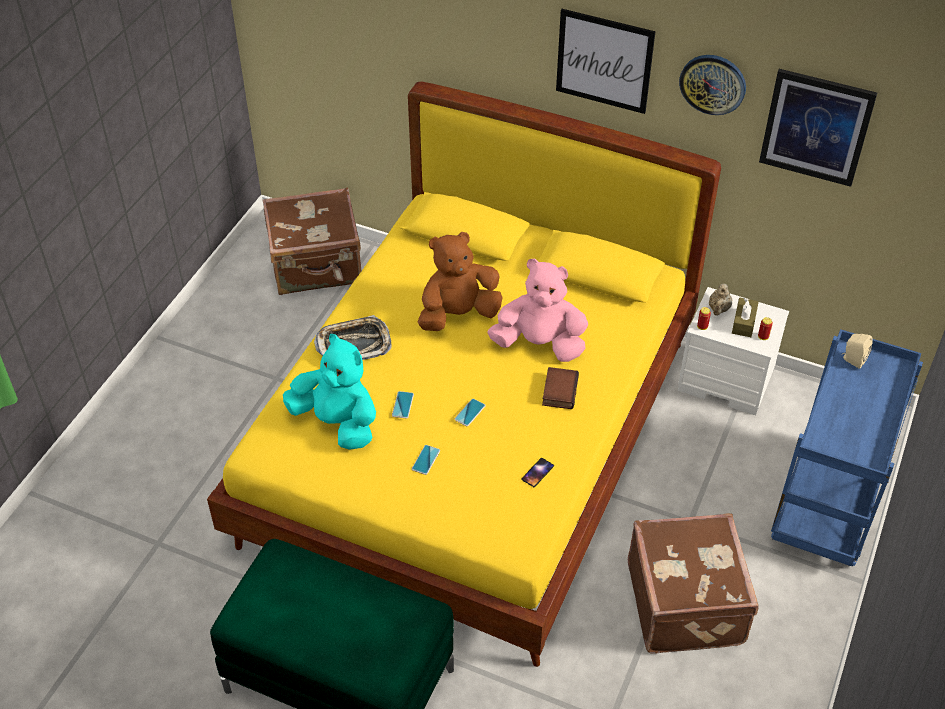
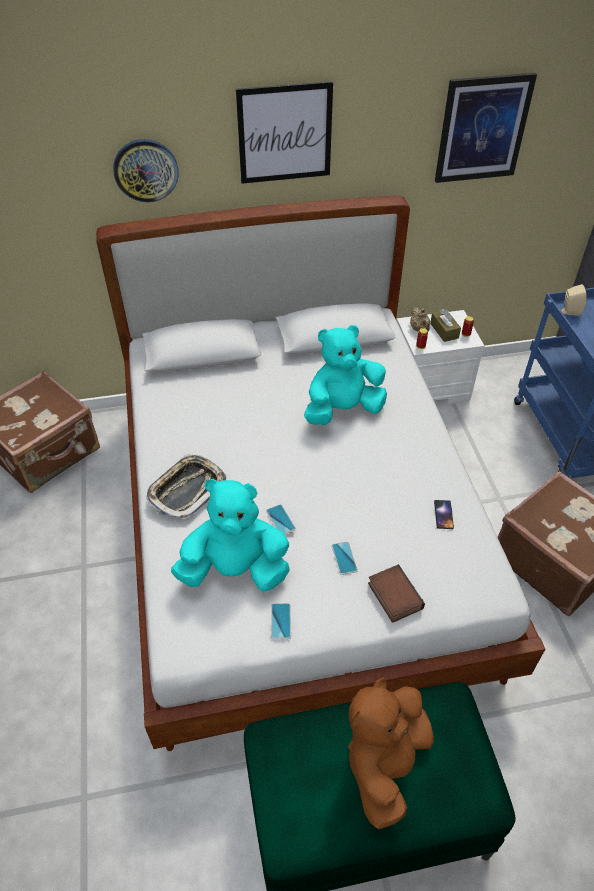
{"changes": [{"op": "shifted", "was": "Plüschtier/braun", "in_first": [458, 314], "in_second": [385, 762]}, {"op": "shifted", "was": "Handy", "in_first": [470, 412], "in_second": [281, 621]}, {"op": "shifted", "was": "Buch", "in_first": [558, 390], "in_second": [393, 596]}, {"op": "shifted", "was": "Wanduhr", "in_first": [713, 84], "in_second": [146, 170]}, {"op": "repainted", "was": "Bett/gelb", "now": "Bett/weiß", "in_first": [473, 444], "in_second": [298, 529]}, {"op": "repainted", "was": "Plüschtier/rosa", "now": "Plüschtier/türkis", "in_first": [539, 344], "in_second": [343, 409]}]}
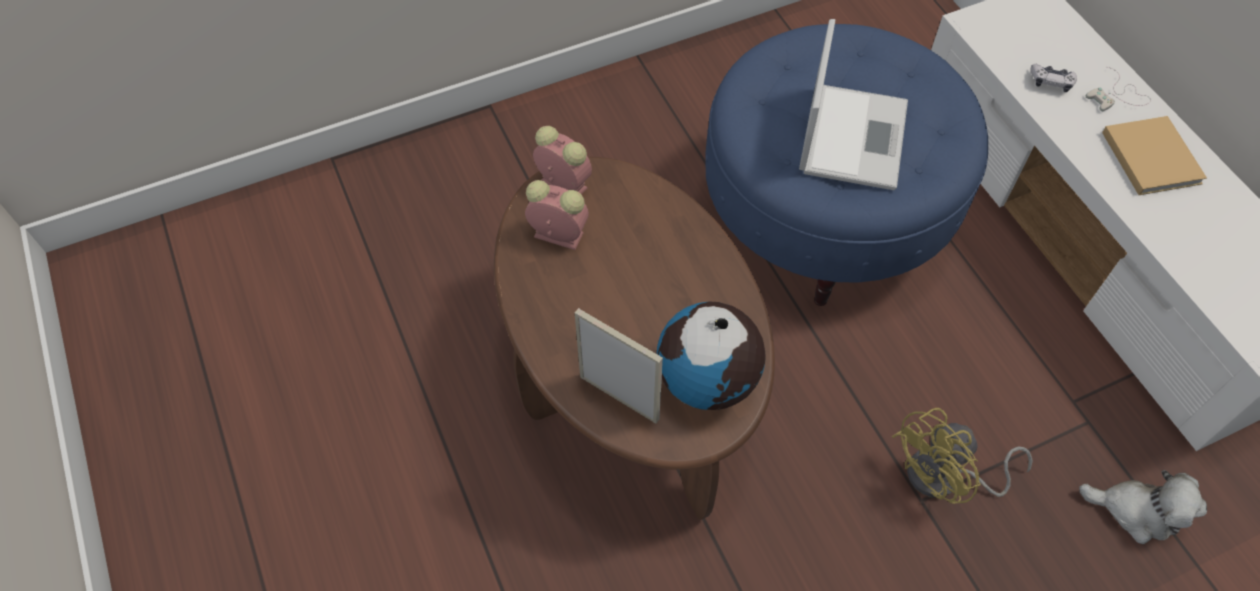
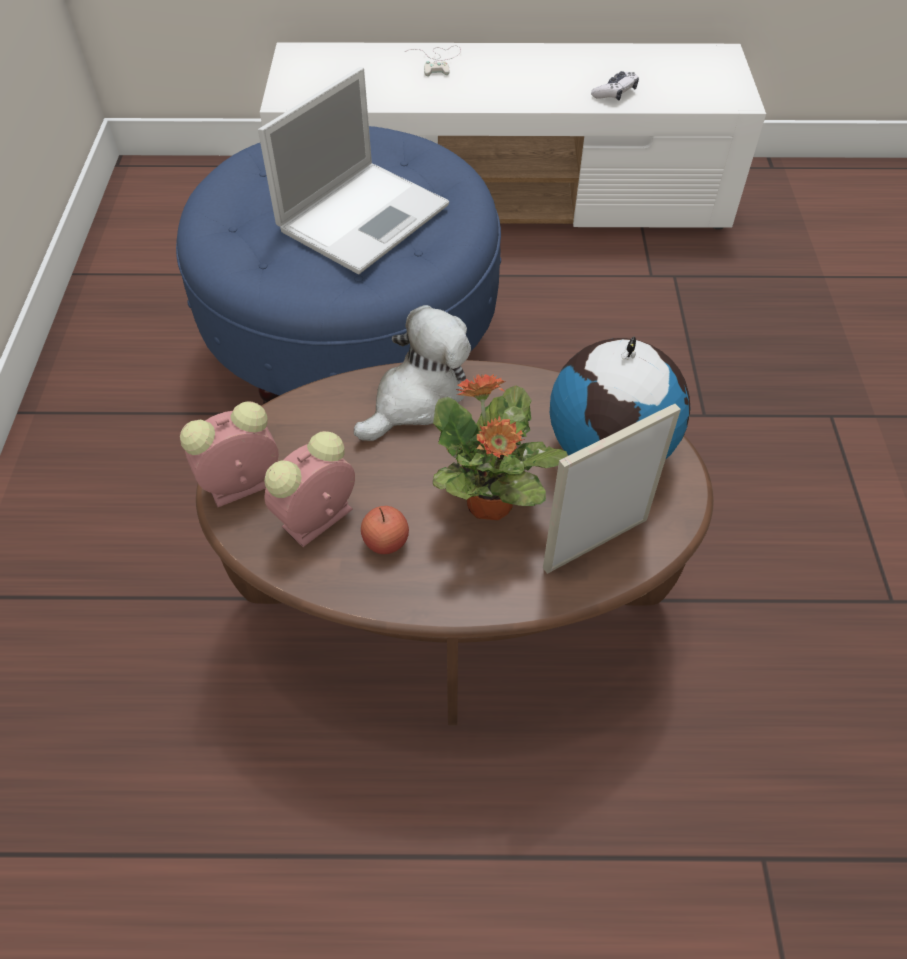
{"changes": [{"op": "gone", "was": "Ventilator/gelb", "in_first": [945, 478]}, {"op": "gone", "was": "Buch/beige", "in_first": [1149, 155]}, {"op": "new", "now": "Apfel", "in_second": [386, 541]}, {"op": "new", "now": "Topfpflanze", "in_second": [489, 505]}, {"op": "shifted", "was": "Gamepad", "in_first": [1051, 82], "in_second": [615, 93]}, {"op": "shifted", "was": "Plüschtier", "in_first": [1136, 511], "in_second": [418, 400]}, {"op": "rotated", "was": "Laptop", "in_first": [853, 135], "in_second": [365, 215], "clockwise": 90}]}
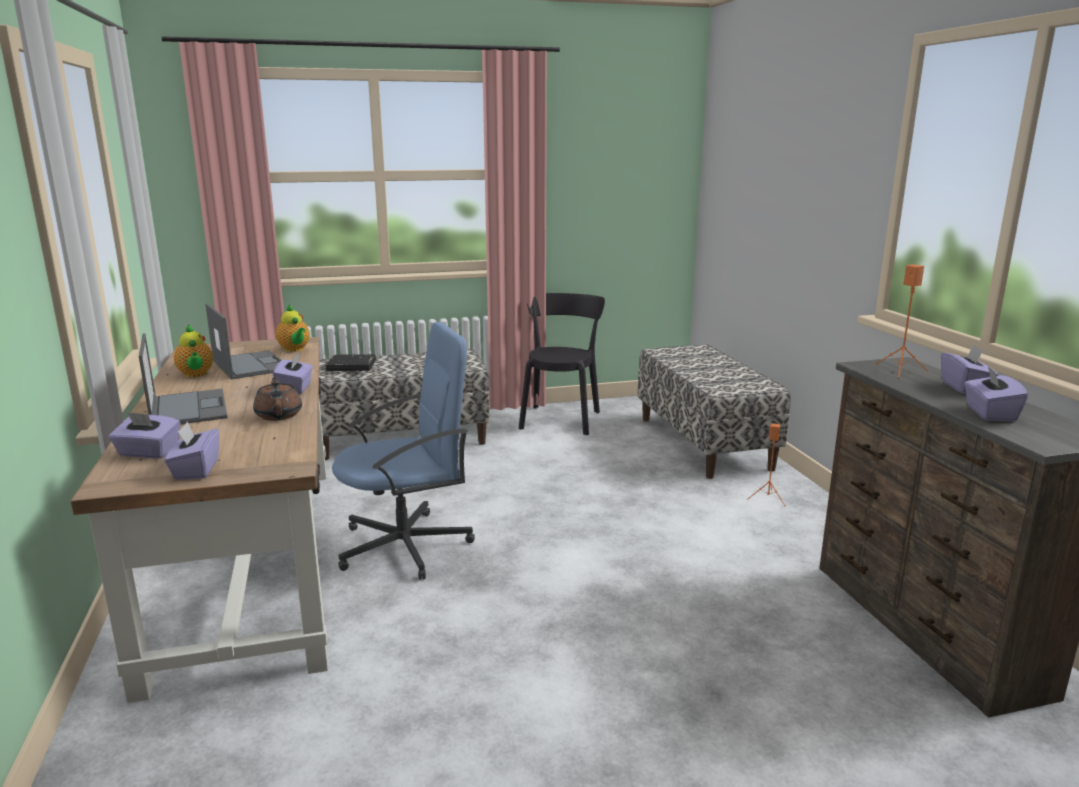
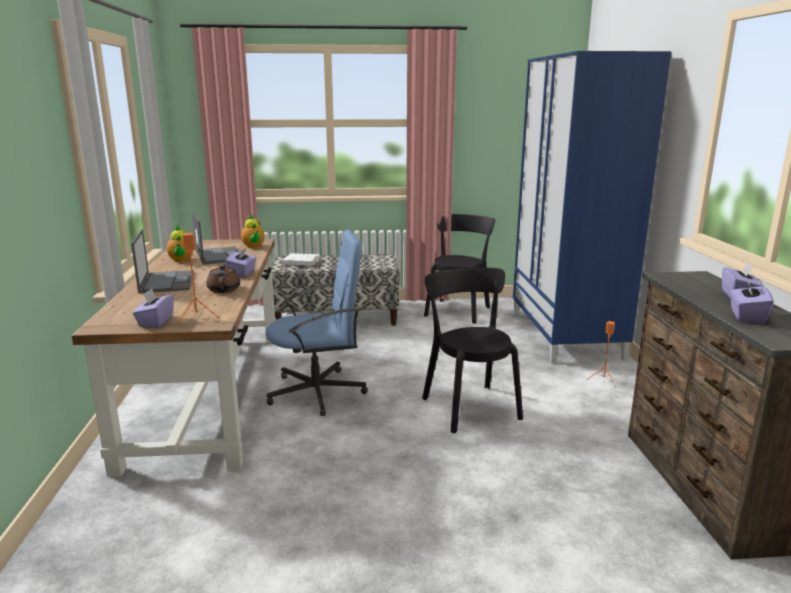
{"changes": [{"op": "gone", "was": "Taschentuchbox/lila", "in_first": [148, 453]}, {"op": "new", "now": "Stuhl/schwarz", "in_second": [469, 406]}, {"op": "shifted", "was": "Lautsprecher/orange", "in_first": [900, 371], "in_second": [197, 317]}, {"op": "swapped", "was": "Bank", "now": "Kleiderschrank/blau", "in_first": [704, 443], "in_second": [565, 335]}, {"op": "repainted", "was": "Buch/schwarz", "now": "Buch/weiß", "in_first": [351, 366], "in_second": [301, 262]}]}
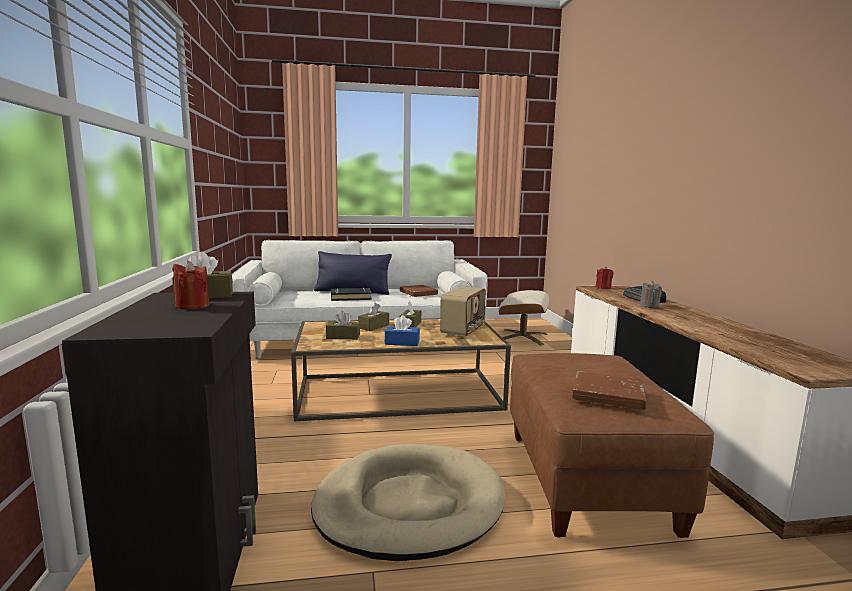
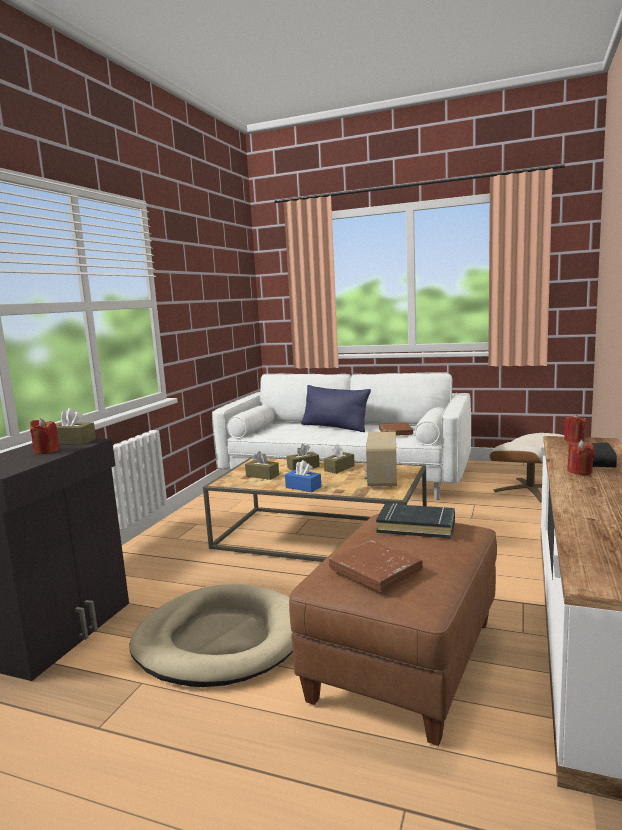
{"changes": [{"op": "shifted", "was": "Buch/schwarz", "in_first": [351, 297], "in_second": [416, 526]}, {"op": "repainted", "was": "Kerze/grau", "now": "Kerze/rot", "in_first": [649, 306], "in_second": [580, 471]}, {"op": "rotated", "was": "Radio", "in_first": [463, 331], "in_second": [382, 480], "clockwise": 135}]}
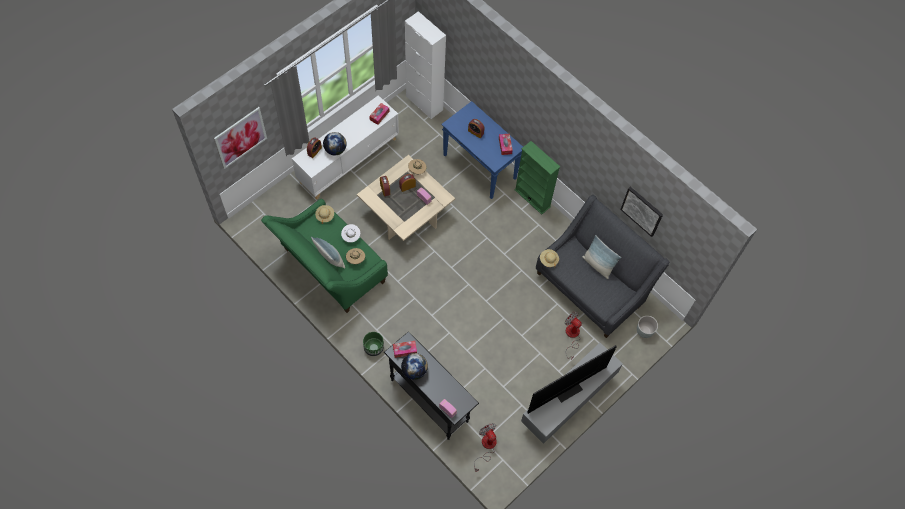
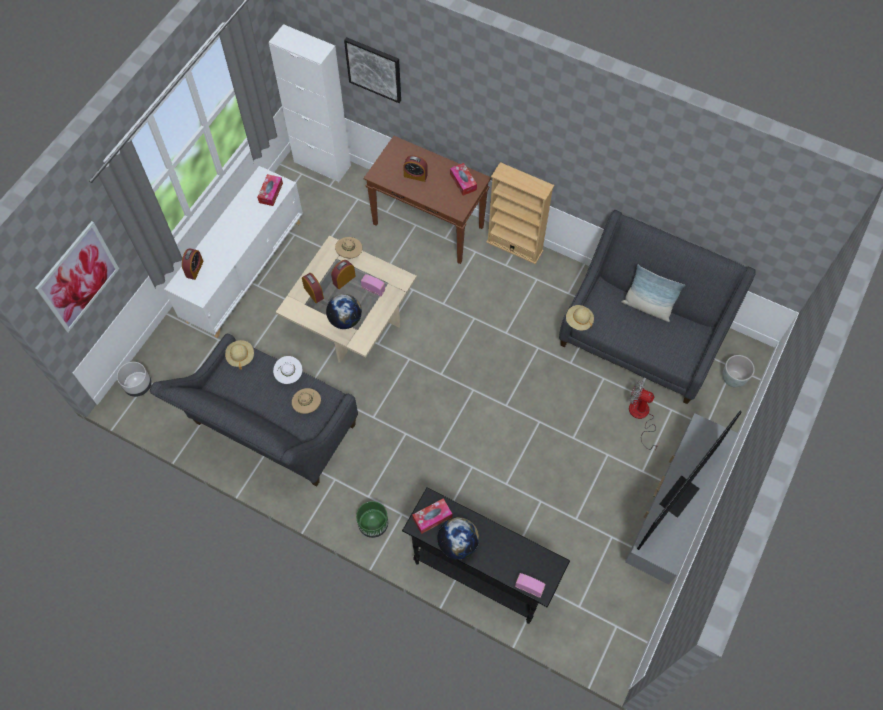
{"changes": [{"op": "gone", "was": "Kissen", "in_first": [330, 259]}, {"op": "gone", "was": "Ventilator", "in_first": [486, 447]}, {"op": "new", "now": "Pflanzkübel/grau", "in_second": [138, 385]}, {"op": "shifted", "was": "Globus", "in_first": [335, 150], "in_second": [345, 320]}, {"op": "shifted", "was": "Bild", "in_first": [642, 211], "in_second": [374, 69]}, {"op": "repainted", "was": "Sofa/grün", "now": "Sofa/grau", "in_first": [330, 269], "in_second": [270, 431]}, {"op": "repainted", "was": "Konsolentisch/blau", "now": "Konsolentisch/braun", "in_first": [480, 167], "in_second": [429, 226]}, {"op": "repainted", "was": "Bücherregal/grün", "now": "Bücherregal/beige", "in_first": [532, 198], "in_second": [514, 246]}]}
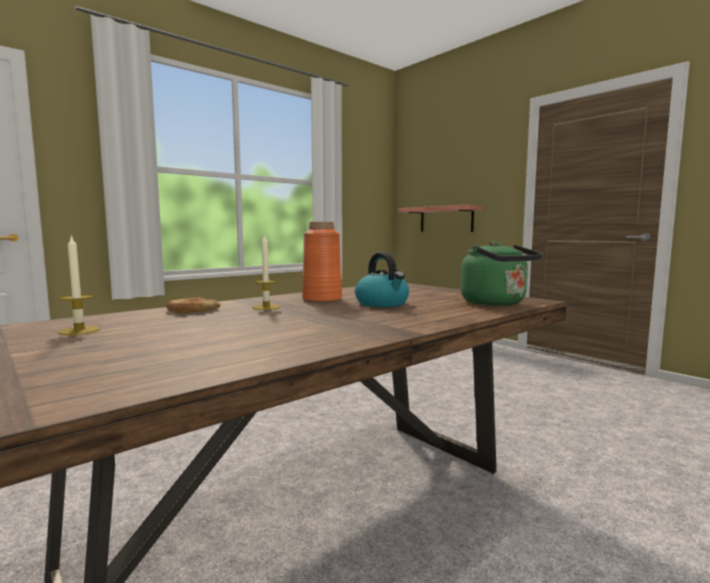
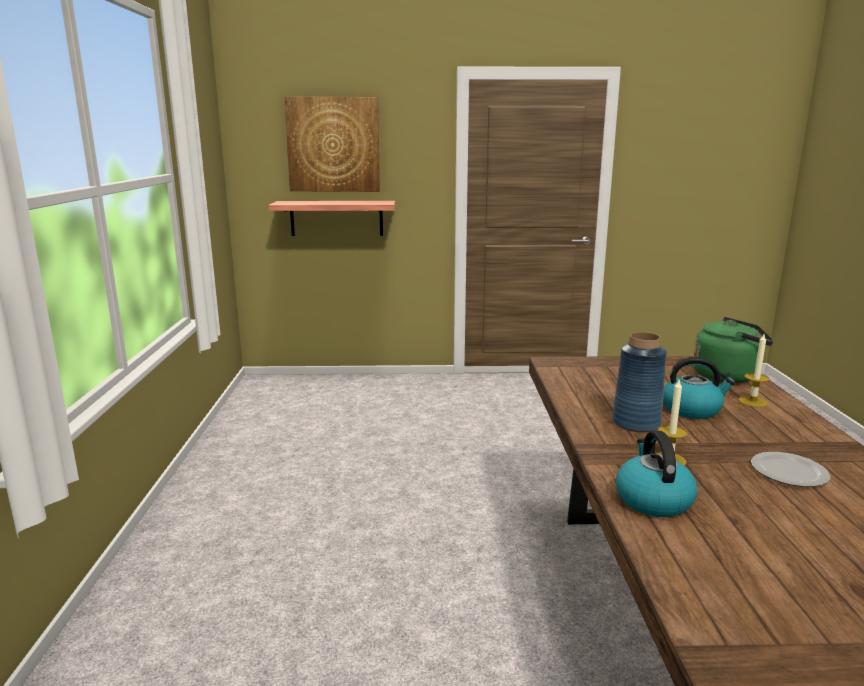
{"changes": [{"op": "new", "now": "Bild", "in_second": [333, 145]}, {"op": "new", "now": "Teller", "in_second": [790, 473]}, {"op": "shifted", "was": "Kerze", "in_first": [79, 331], "in_second": [753, 401]}, {"op": "swapped", "was": "Brot", "now": "Wasserkessel", "in_first": [192, 310], "in_second": [652, 499]}, {"op": "repainted", "was": "Vase/orange", "now": "Vase/blau", "in_first": [322, 299], "in_second": [636, 423]}]}
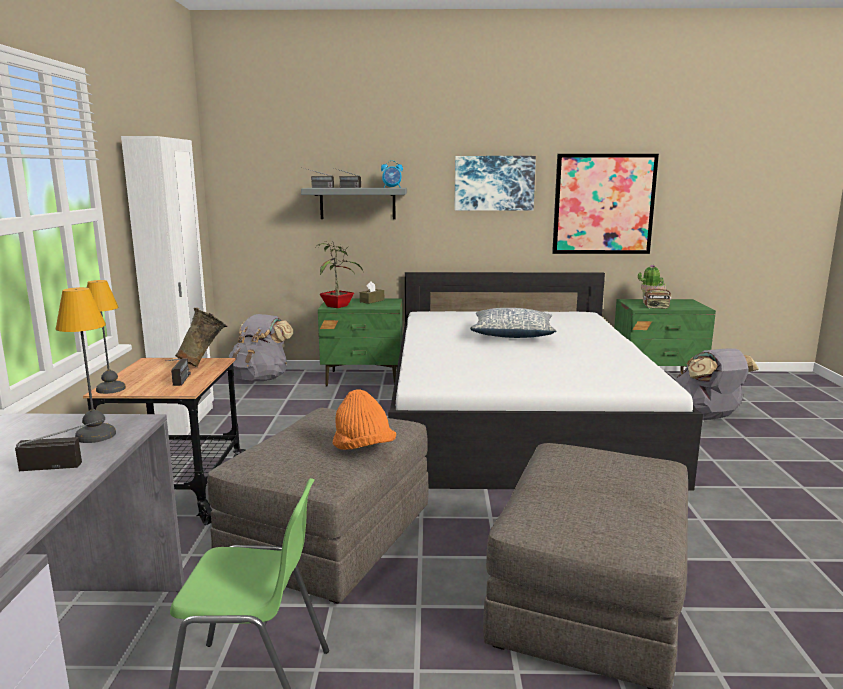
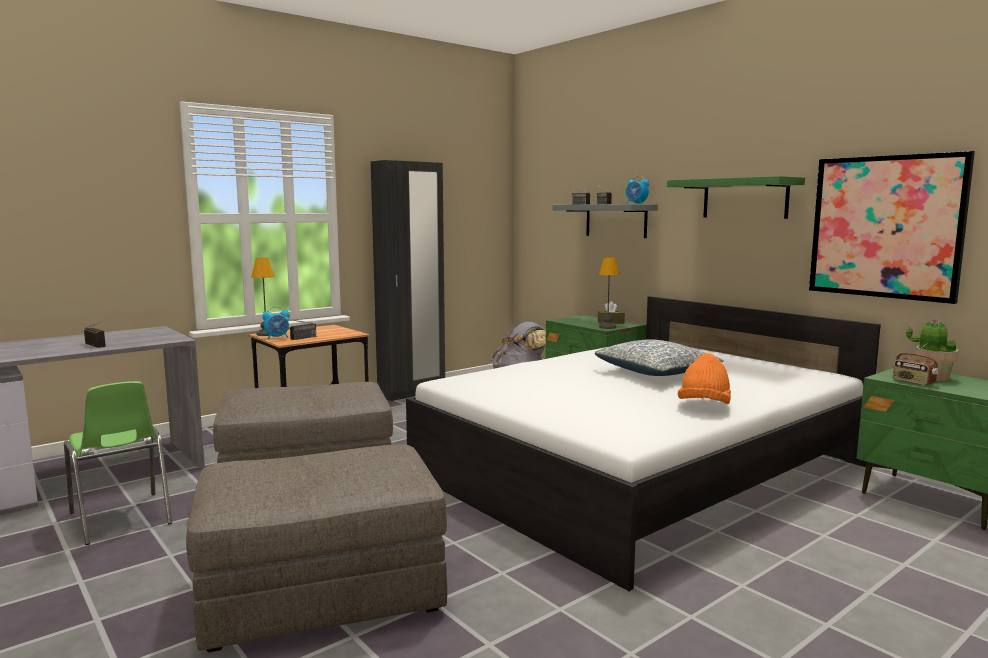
{"changes": [{"op": "gone", "was": "Vase/beige", "in_first": [204, 364]}, {"op": "gone", "was": "Topfpflanze", "in_first": [338, 306]}, {"op": "gone", "was": "Rucksack/grau", "in_first": [705, 417]}, {"op": "new", "now": "Wecker", "in_second": [277, 338]}, {"op": "shifted", "was": "Tischlampe", "in_first": [96, 435], "in_second": [607, 327]}, {"op": "shifted", "was": "Hut/orange", "in_first": [363, 449], "in_second": [704, 406]}, {"op": "swapped", "was": "Bild", "now": "Wandregal/grün", "in_first": [494, 183], "in_second": [745, 198]}, {"op": "repainted", "was": "Kleiderschrank/weiß", "now": "Kleiderschrank/schwarz", "in_first": [186, 421], "in_second": [412, 393]}]}
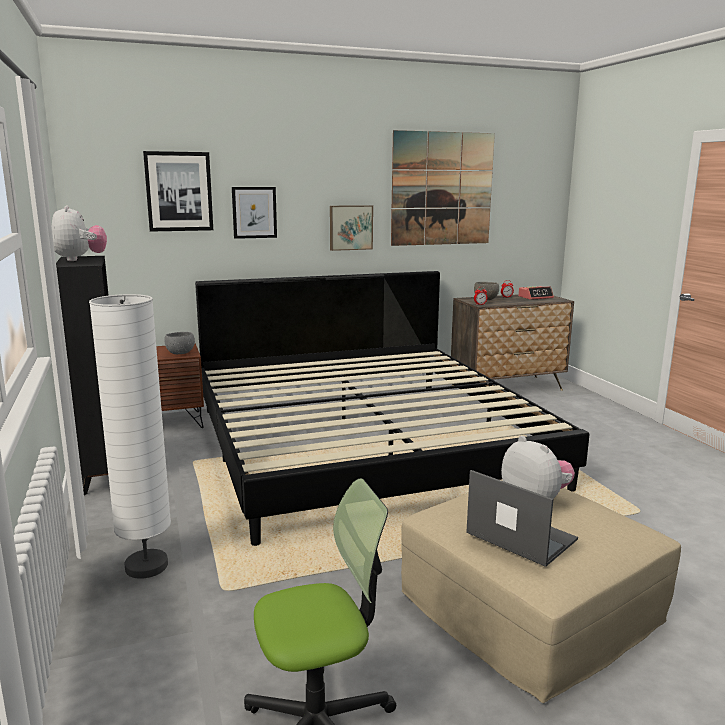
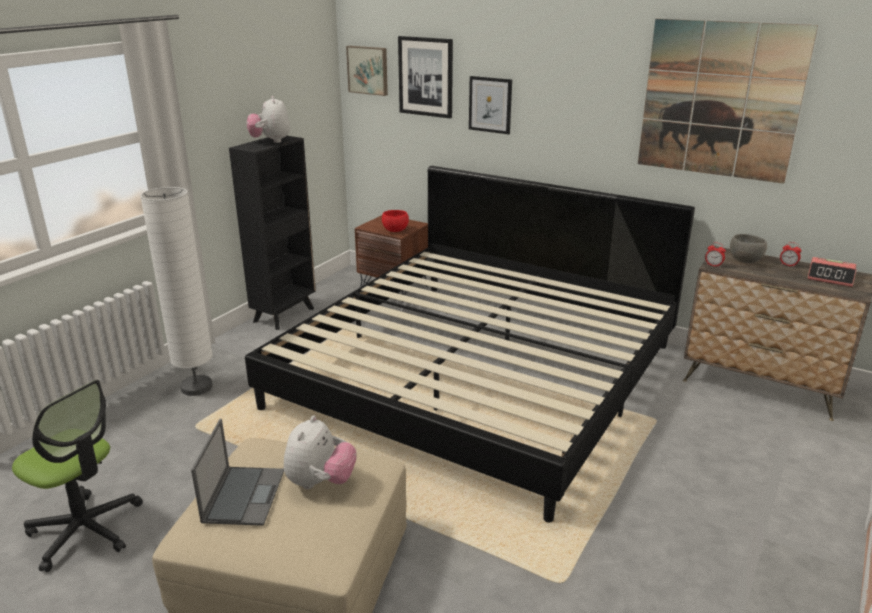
{"changes": [{"op": "shifted", "was": "Bild", "in_first": [350, 227], "in_second": [368, 70]}, {"op": "repainted", "was": "Schüssel/grau", "now": "Schüssel/rot", "in_first": [181, 353], "in_second": [396, 231]}, {"op": "rotated", "was": "Plüschtier", "in_first": [80, 259], "in_second": [270, 141], "clockwise": 135}]}
